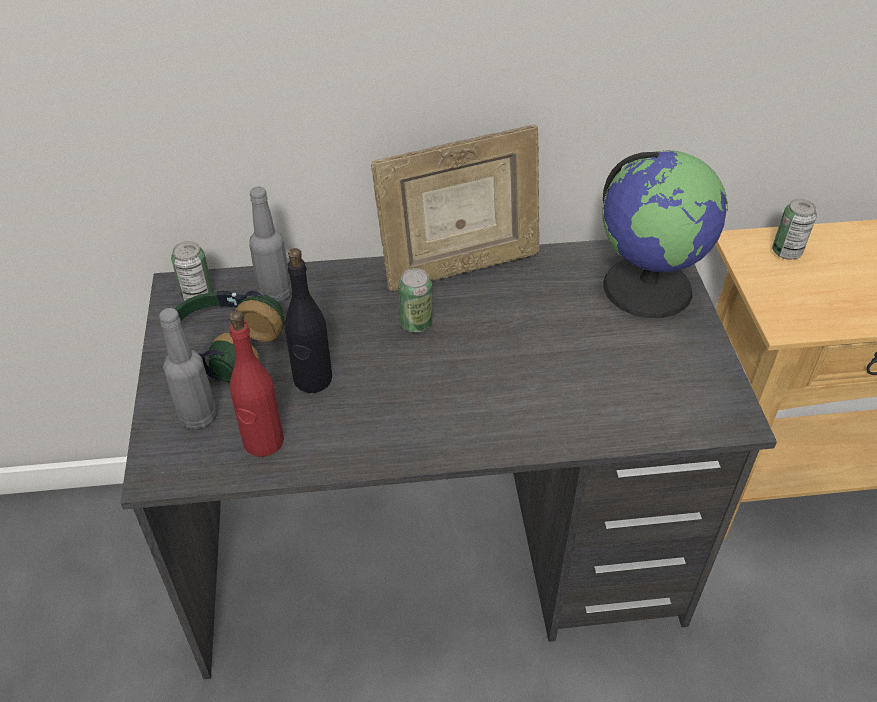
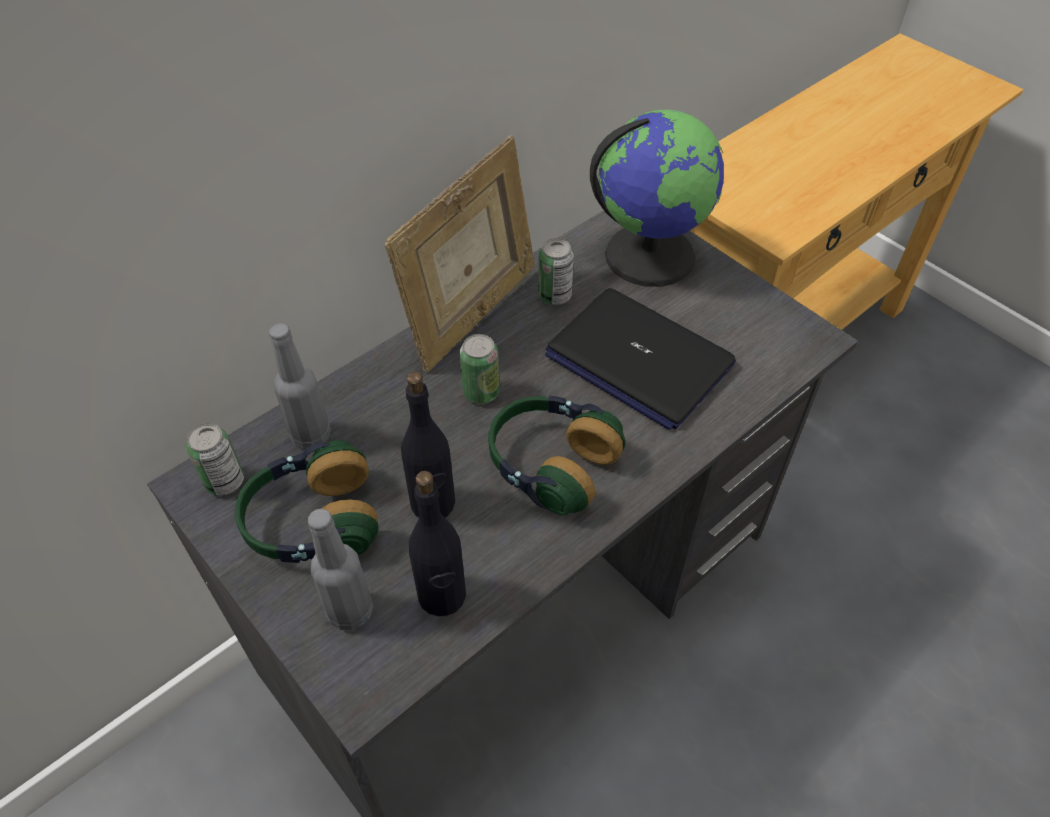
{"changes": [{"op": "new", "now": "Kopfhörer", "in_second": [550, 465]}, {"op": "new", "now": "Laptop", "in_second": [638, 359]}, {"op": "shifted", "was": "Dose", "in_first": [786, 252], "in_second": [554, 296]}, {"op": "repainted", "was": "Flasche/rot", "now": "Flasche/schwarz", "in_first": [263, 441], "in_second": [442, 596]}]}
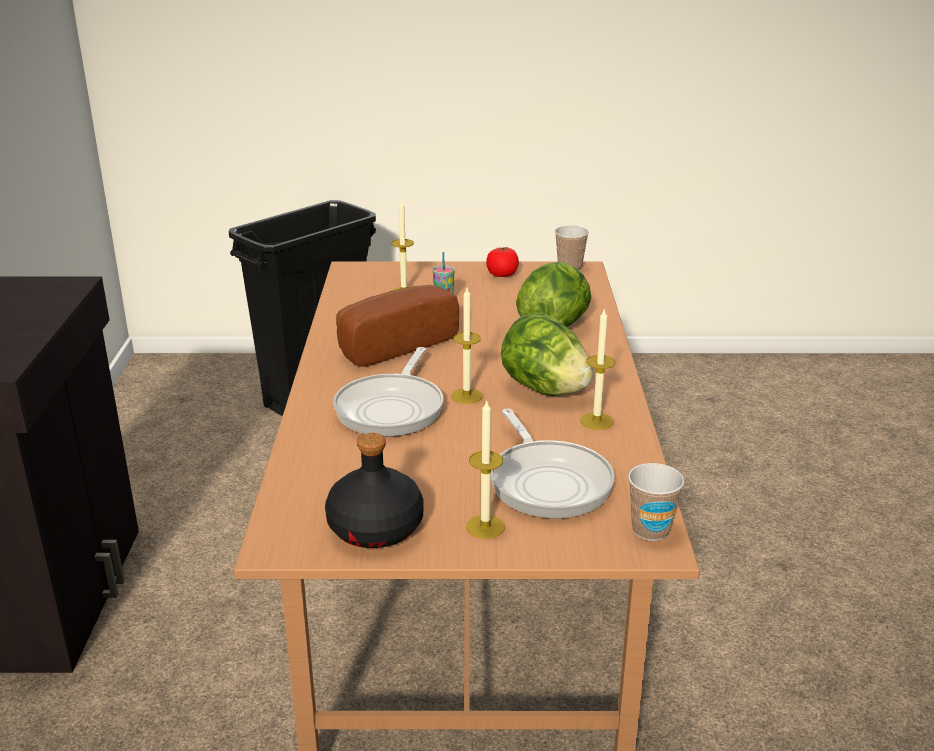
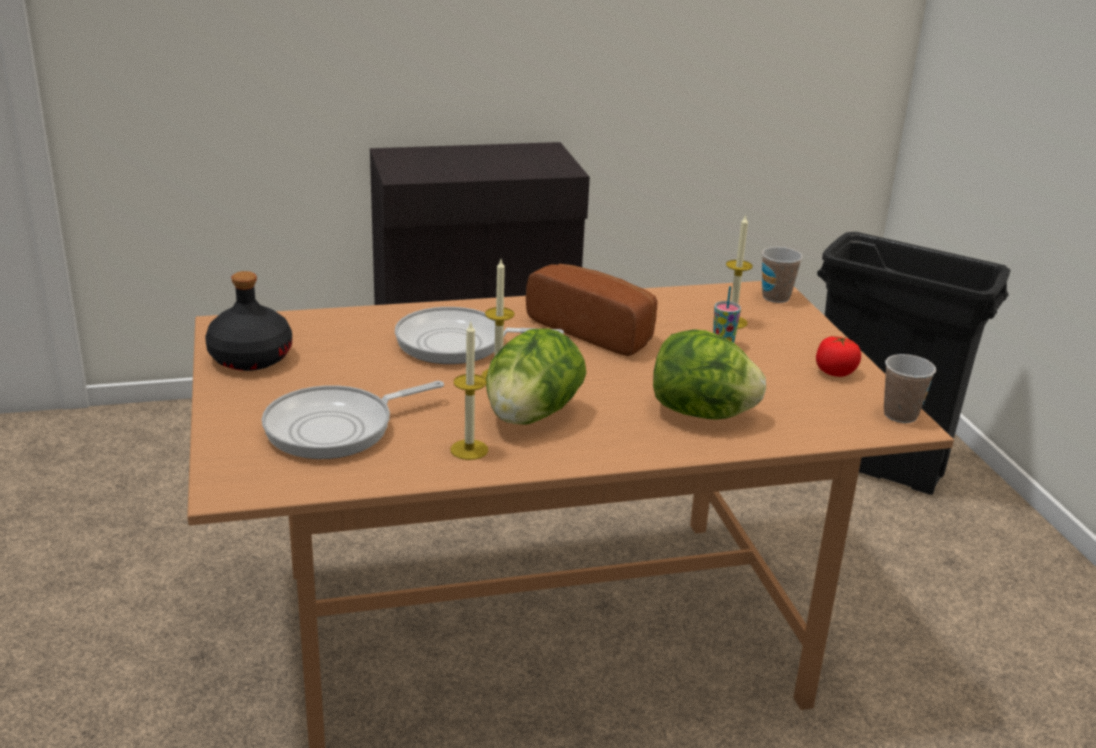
{"changes": [{"op": "gone", "was": "Kerze", "in_first": [485, 527]}, {"op": "shifted", "was": "Tasse", "in_first": [650, 530], "in_second": [776, 297]}]}
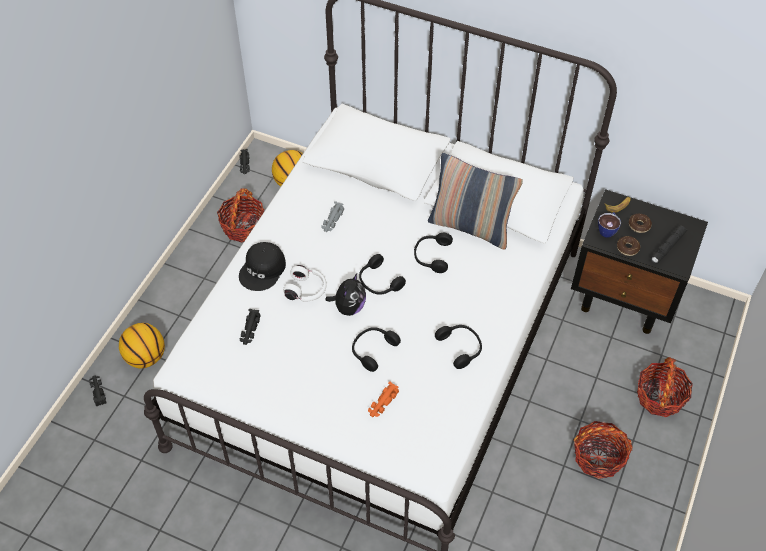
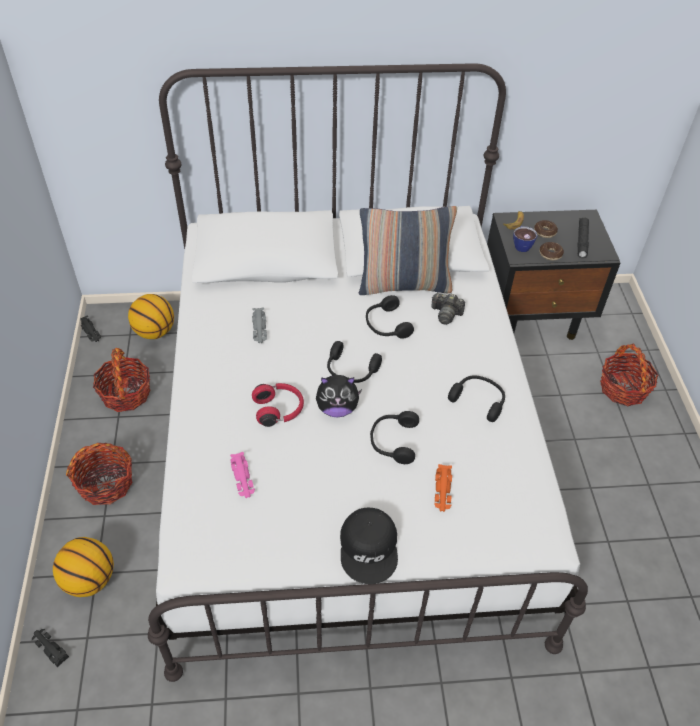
{"changes": [{"op": "new", "now": "Kamera", "in_second": [446, 314]}, {"op": "shifted", "was": "Kappe/schwarz", "in_first": [263, 270], "in_second": [370, 548]}, {"op": "shifted", "was": "Korb", "in_first": [598, 457], "in_second": [106, 483]}, {"op": "repainted", "was": "Spielzeugauto/schwarz", "now": "Spielzeugauto/rosa", "in_first": [250, 330], "in_second": [243, 479]}, {"op": "repainted", "was": "Kopfhörer/weiß", "now": "Kopfhörer/rot", "in_first": [306, 290], "in_second": [279, 410]}, {"op": "rotated", "was": "Plüschtier", "in_first": [349, 307], "in_second": [337, 408], "clockwise": 90}]}
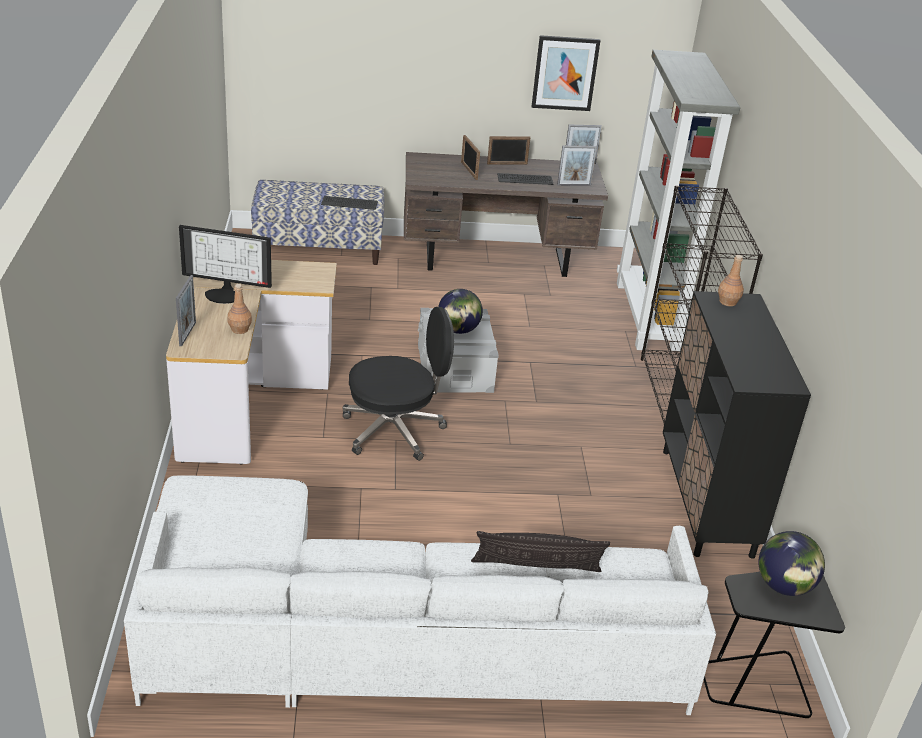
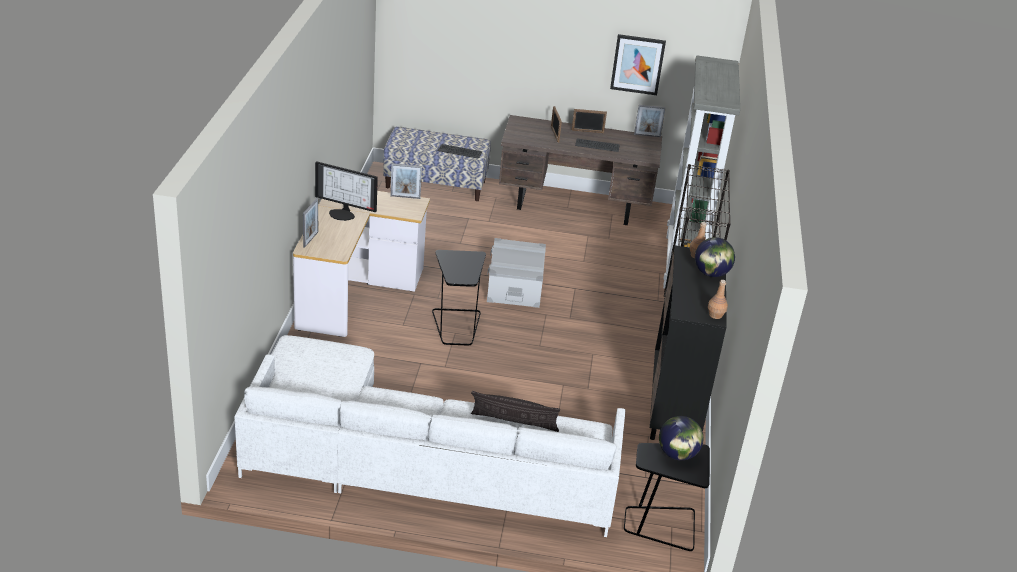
{"changes": [{"op": "shifted", "was": "Flasche/braun", "in_first": [239, 329], "in_second": [715, 315]}, {"op": "shifted", "was": "Globus", "in_first": [458, 330], "in_second": [711, 273]}, {"op": "shifted", "was": "Bilderrahmen", "in_first": [574, 185], "in_second": [405, 197]}, {"op": "swapped", "was": "Bürostuhl/schwarz", "now": "Beistelltisch/schwarz", "in_first": [395, 430], "in_second": [456, 326]}]}
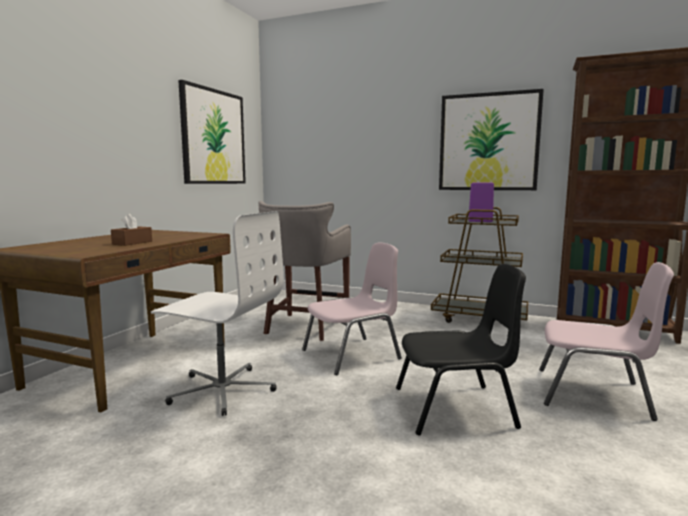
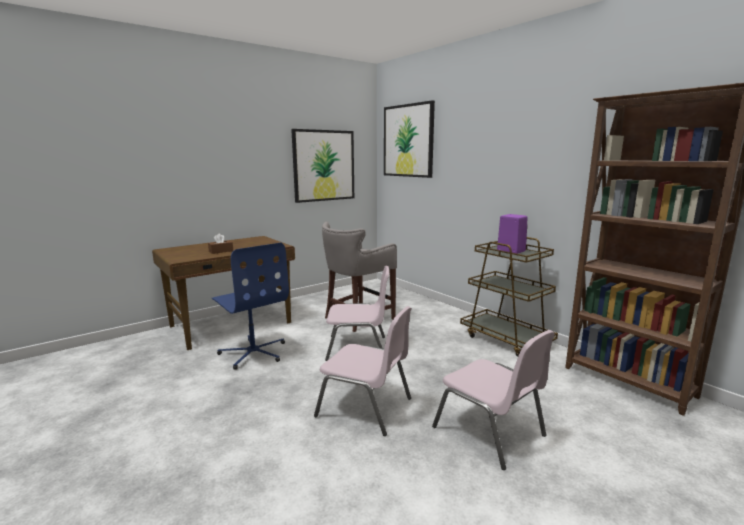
{"changes": [{"op": "shifted", "was": "Bild", "in_first": [488, 142], "in_second": [408, 141]}, {"op": "repainted", "was": "Bürostuhl/weiß", "now": "Bürostuhl/blau", "in_first": [222, 390], "in_second": [253, 353]}, {"op": "repainted", "was": "Stuhl/schwarz", "now": "Stuhl/rosa", "in_first": [456, 408], "in_second": [366, 407]}]}
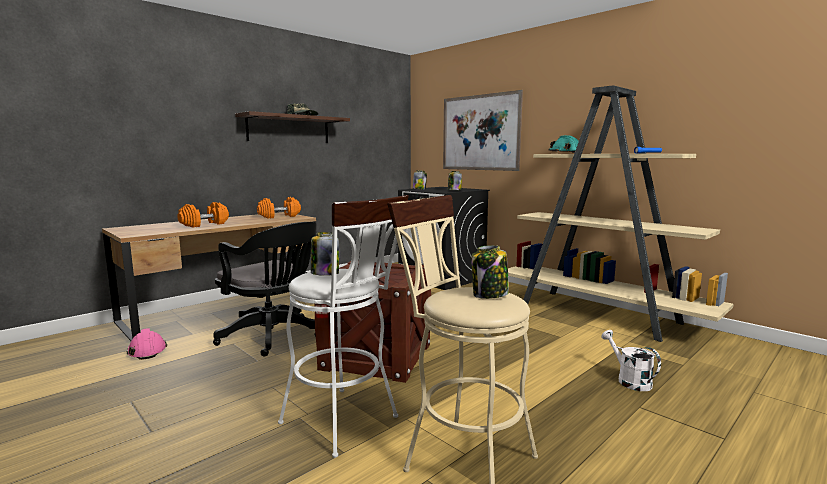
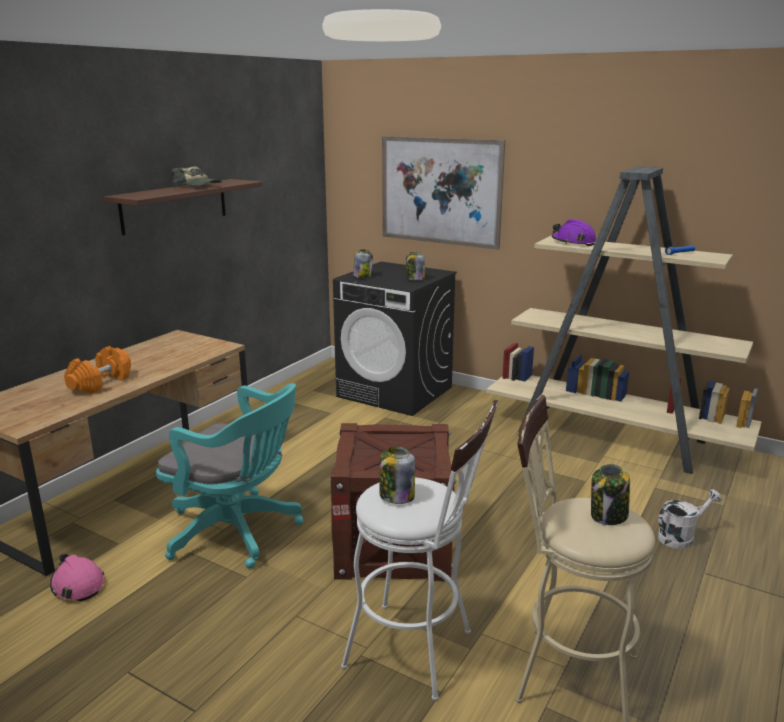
{"changes": [{"op": "gone", "was": "Hantel/orange", "in_first": [279, 216]}, {"op": "repainted", "was": "Bürostuhl/schwarz", "now": "Bürostuhl/türkis", "in_first": [273, 337], "in_second": [238, 532]}, {"op": "repainted", "was": "Schutzhelm/türkis", "now": "Schutzhelm/lila", "in_first": [564, 153], "in_second": [573, 242]}, {"op": "rotated", "was": "Gießkanne/weiß", "in_first": [629, 380], "in_second": [680, 537], "clockwise": 105}]}
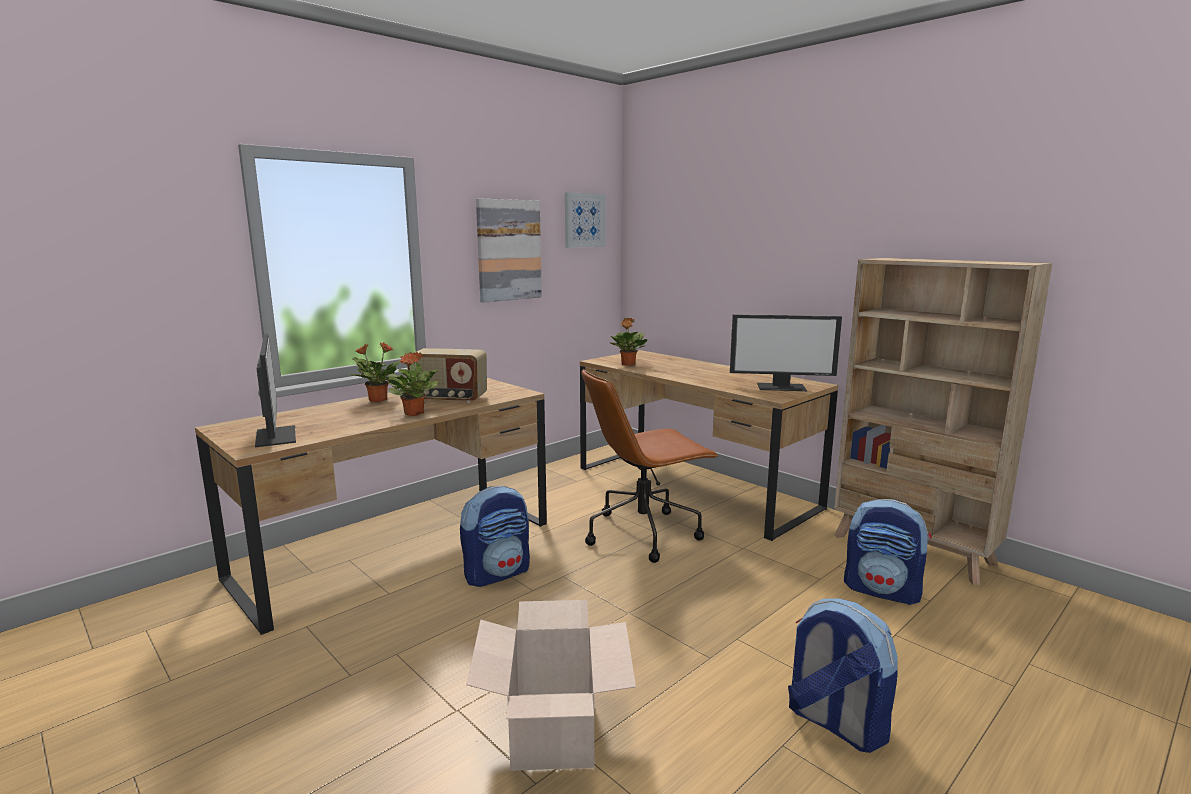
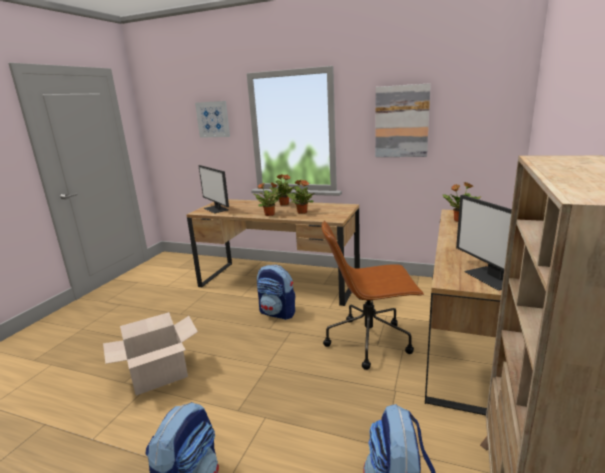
{"changes": [{"op": "shifted", "was": "Bild", "in_first": [584, 220], "in_second": [213, 119]}, {"op": "swapped", "was": "Radio", "now": "Topfpflanze", "in_first": [449, 399], "in_second": [302, 212]}, {"op": "rotated", "was": "Monitor", "in_first": [274, 436], "in_second": [217, 209], "clockwise": 105}, {"op": "rotated", "was": "Bürostuhl/braun", "in_first": [644, 533], "in_second": [370, 341], "clockwise": -45}]}
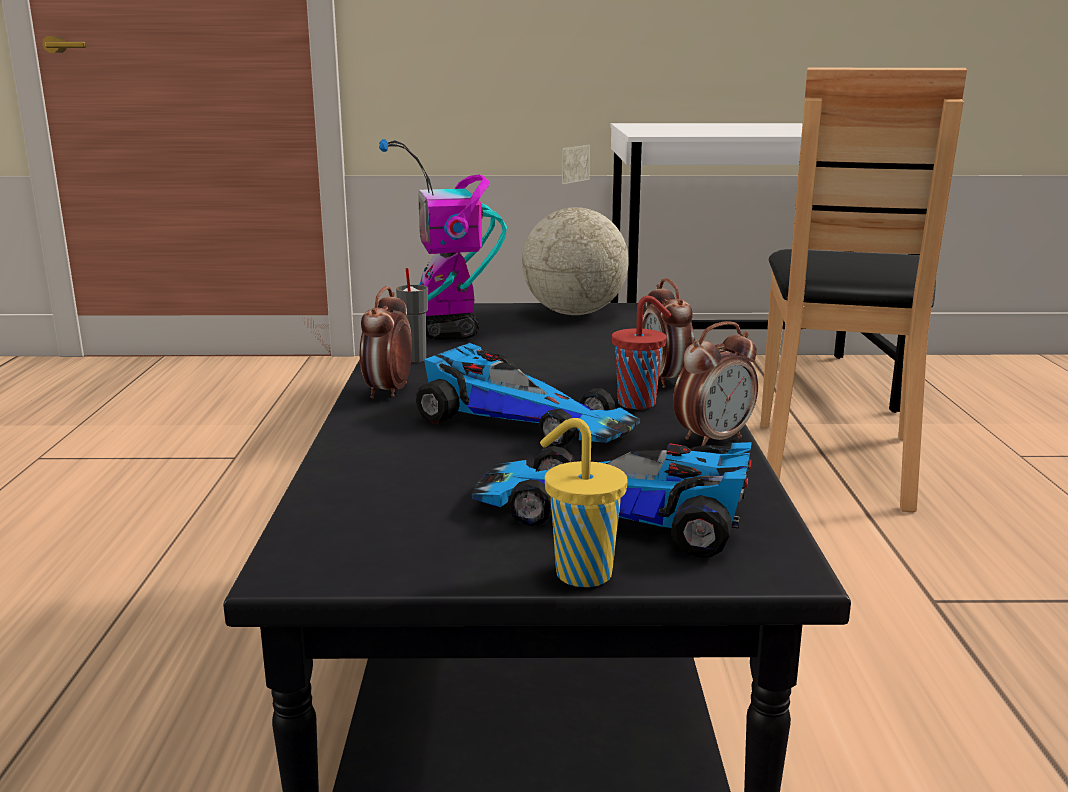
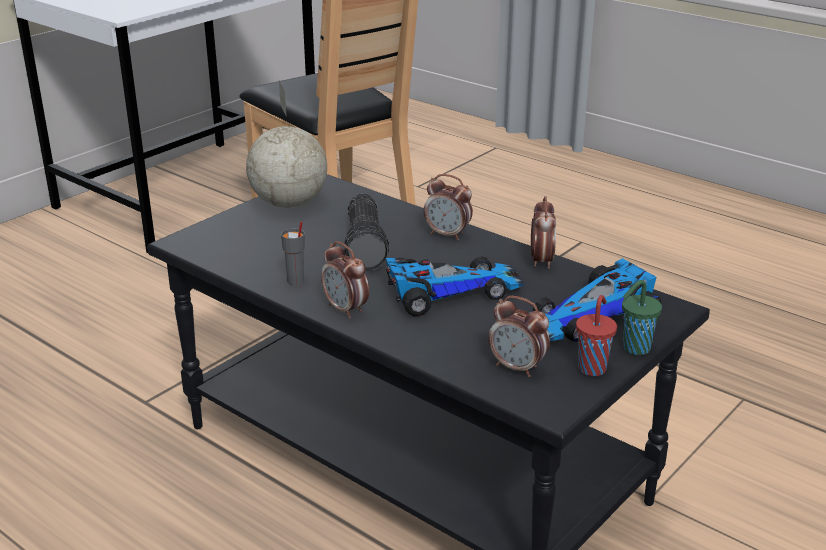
{"changes": [{"op": "gone", "was": "Spielzeugroboter", "in_first": [448, 333]}, {"op": "new", "now": "Taschenlampe", "in_second": [367, 245]}, {"op": "new", "now": "Wecker", "in_second": [517, 368]}, {"op": "shifted", "was": "Tasse/rot", "in_first": [639, 403], "in_second": [592, 368]}, {"op": "repainted", "was": "Tasse/gelb", "now": "Tasse/grün", "in_first": [580, 573], "in_second": [634, 349]}]}
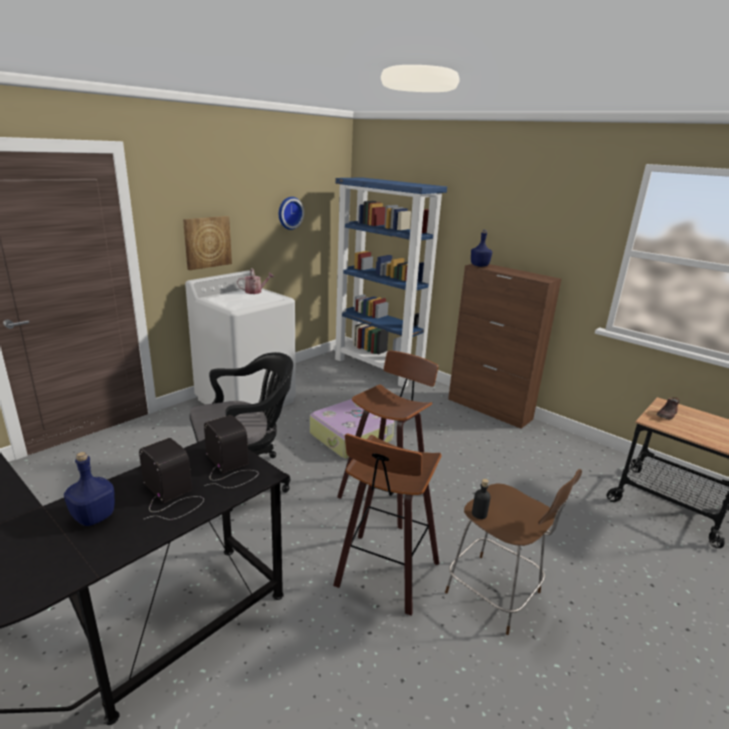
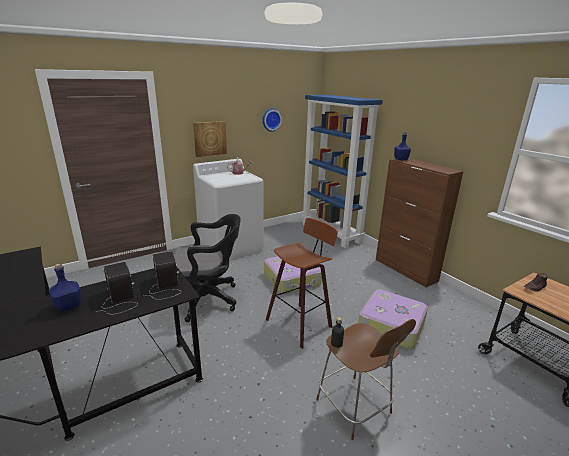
{"changes": [{"op": "gone", "was": "Hocker", "in_first": [384, 575]}, {"op": "new", "now": "Koffer", "in_second": [391, 326]}]}
